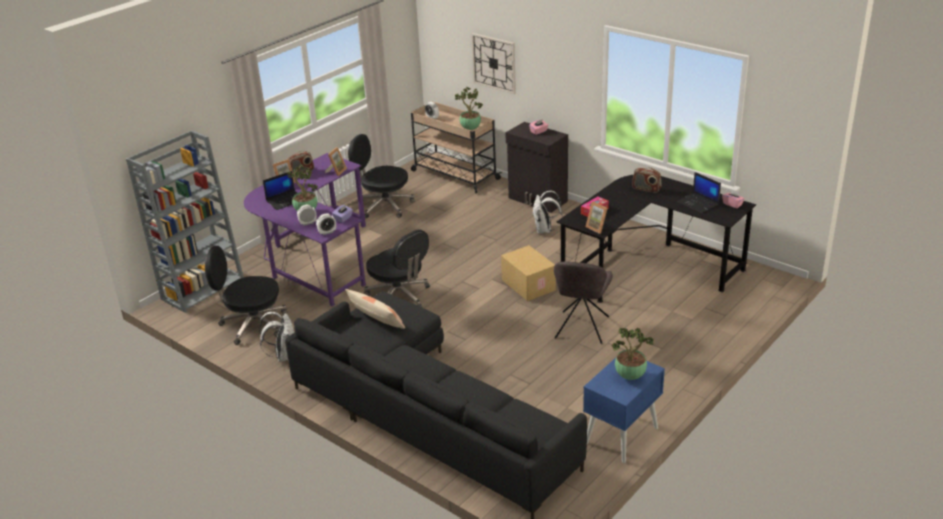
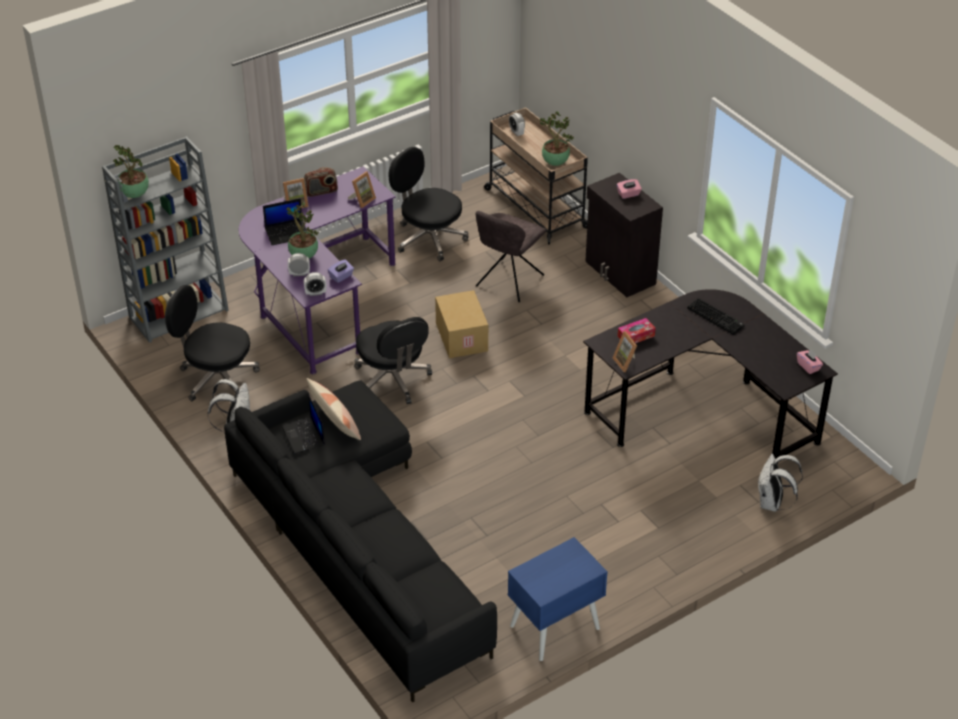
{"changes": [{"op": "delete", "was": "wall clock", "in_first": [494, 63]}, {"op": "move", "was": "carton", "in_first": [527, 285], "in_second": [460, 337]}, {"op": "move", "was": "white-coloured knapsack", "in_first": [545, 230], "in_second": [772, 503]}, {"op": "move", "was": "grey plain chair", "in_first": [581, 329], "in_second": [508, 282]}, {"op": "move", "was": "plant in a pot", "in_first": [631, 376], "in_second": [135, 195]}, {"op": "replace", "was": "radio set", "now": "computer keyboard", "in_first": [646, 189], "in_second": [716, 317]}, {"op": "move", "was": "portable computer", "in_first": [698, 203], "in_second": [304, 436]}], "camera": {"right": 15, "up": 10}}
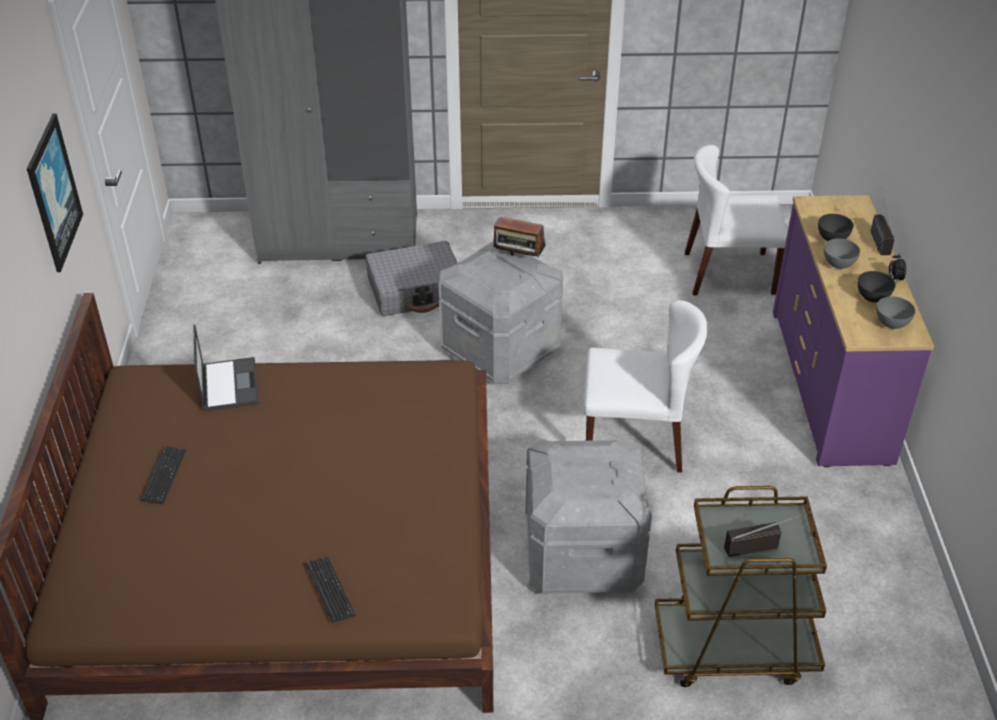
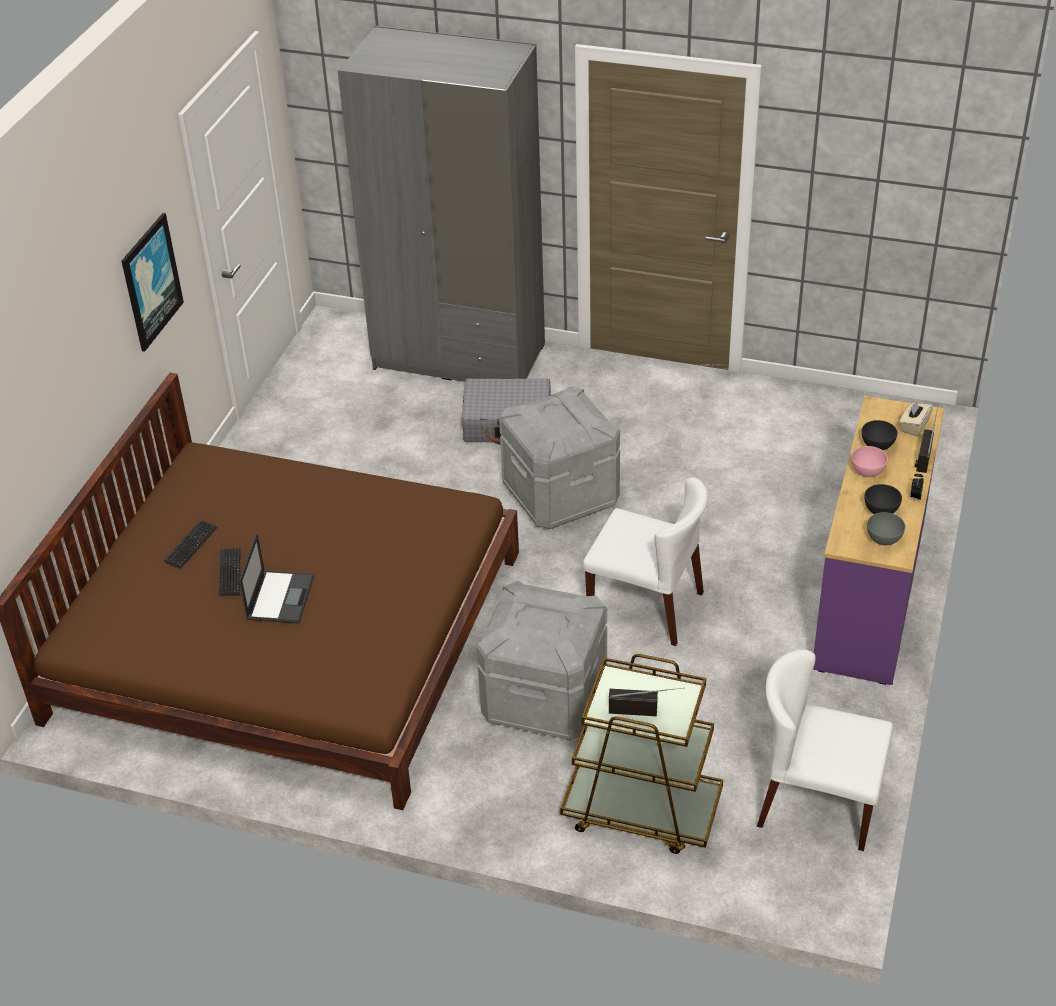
{"changes": [{"op": "move", "was": "portable computer", "in_first": [229, 384], "in_second": [280, 597]}, {"op": "move", "was": "computer keyboard", "in_first": [330, 590], "in_second": [230, 573]}, {"op": "delete", "was": "radio set", "in_first": [518, 259]}, {"op": "move", "was": "white-coloured plain chair", "in_first": [728, 273], "in_second": [817, 804]}, {"op": "recolor", "was": "grey serving bowl", "now": "pink serving bowl", "in_first": [838, 264], "in_second": [867, 472]}, {"op": "insert", "now": "beige tissue box", "in_second": [914, 426]}], "camera": {"right": 20, "up": 0}}
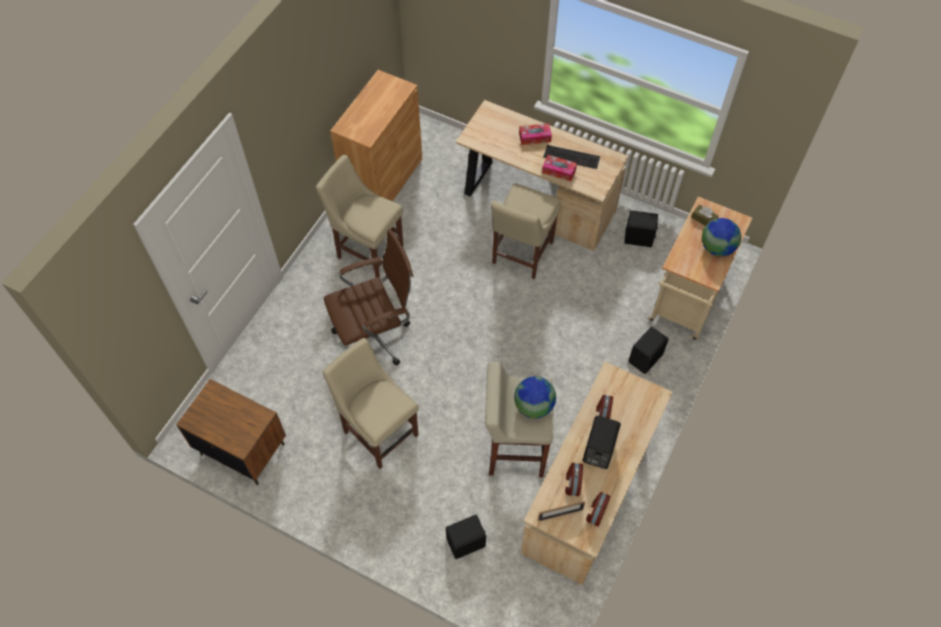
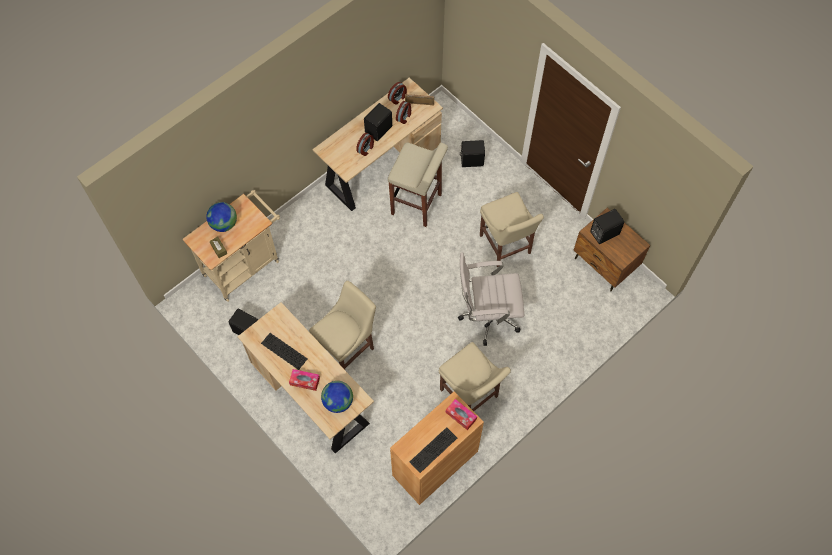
{"changes": [{"op": "recolor", "was": "brown-coloured computer chair", "now": "white-coloured computer chair", "in_first": [376, 337], "in_second": [487, 316]}, {"op": "move", "was": "desk globe", "in_first": [533, 406], "in_second": [338, 401]}, {"op": "move", "was": "tissue box", "in_first": [559, 171], "in_second": [461, 416]}, {"op": "move", "was": "black-coloured loudspeaker", "in_first": [646, 359], "in_second": [603, 233]}, {"op": "insert", "now": "computer keyboard", "in_second": [433, 451]}], "camera": {"right": -160, "up": 5}}
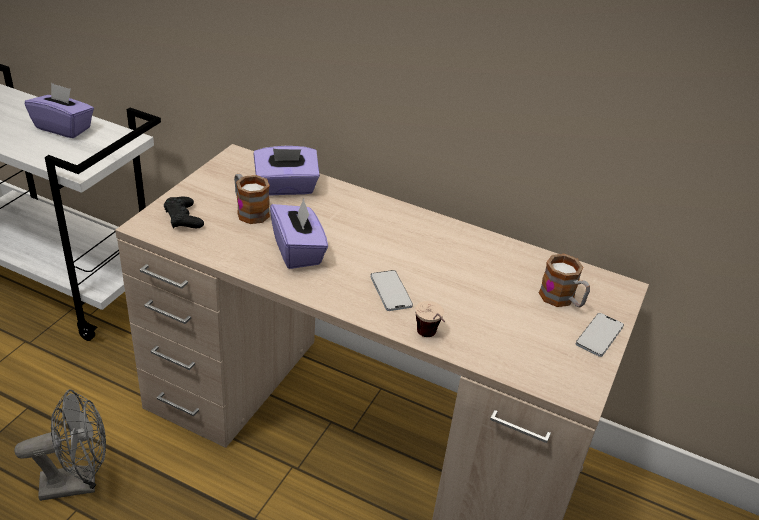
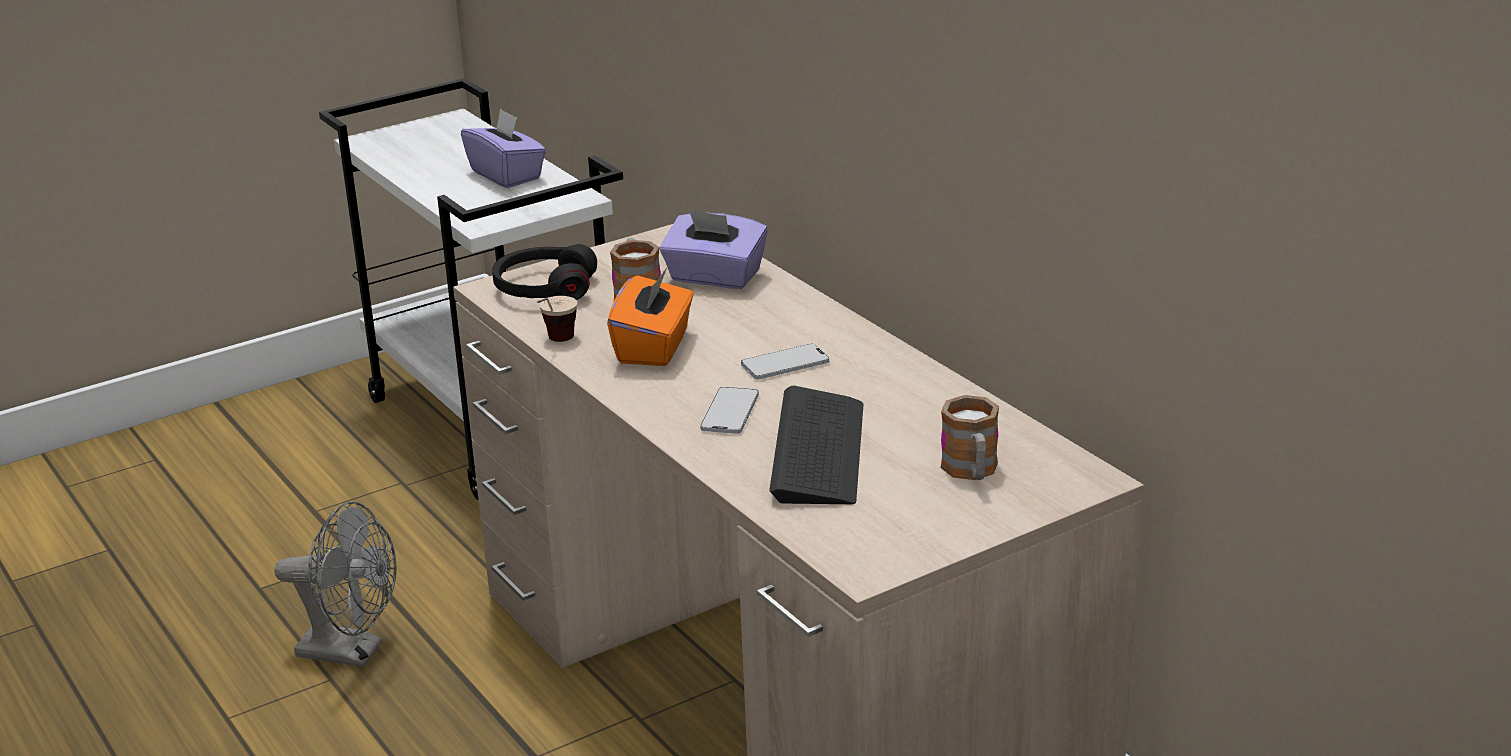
{"changes": [{"op": "replace", "was": "black-coloured game controller", "now": "black-coloured headphones", "in_first": [183, 218], "in_second": [545, 288]}, {"op": "recolor", "was": "purple-coloured tissue box", "now": "orange-coloured tissue box", "in_first": [298, 251], "in_second": [654, 347]}, {"op": "move", "was": "small cup", "in_first": [430, 339], "in_second": [555, 344]}, {"op": "move", "was": "handset", "in_first": [599, 335], "in_second": [785, 364]}, {"op": "insert", "now": "computer keyboard", "in_second": [818, 450]}], "camera": {"right": 35, "up": -10}}
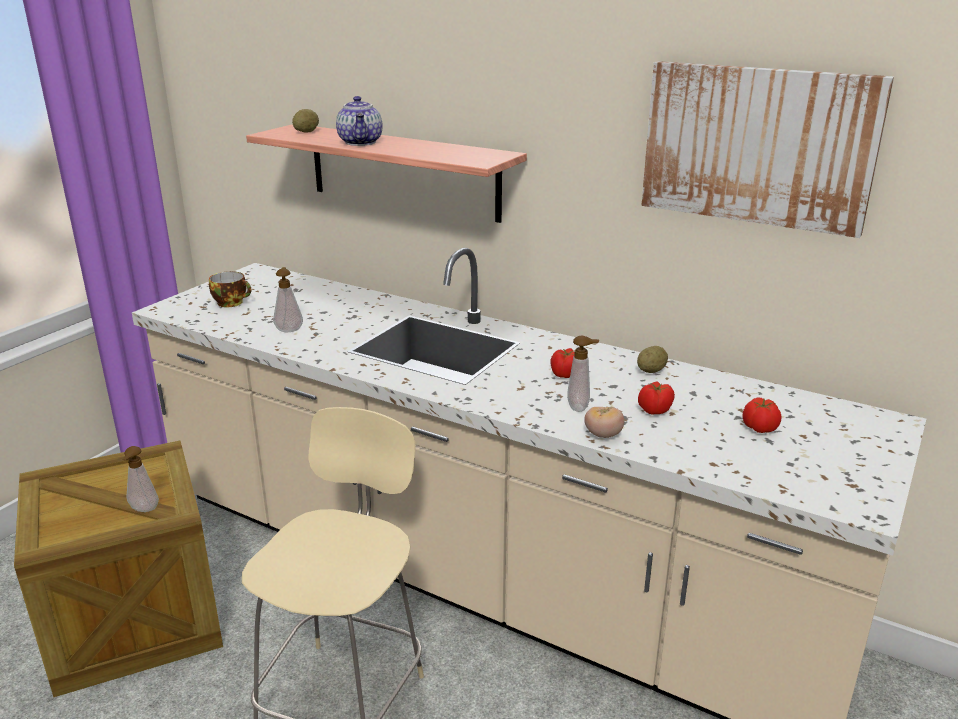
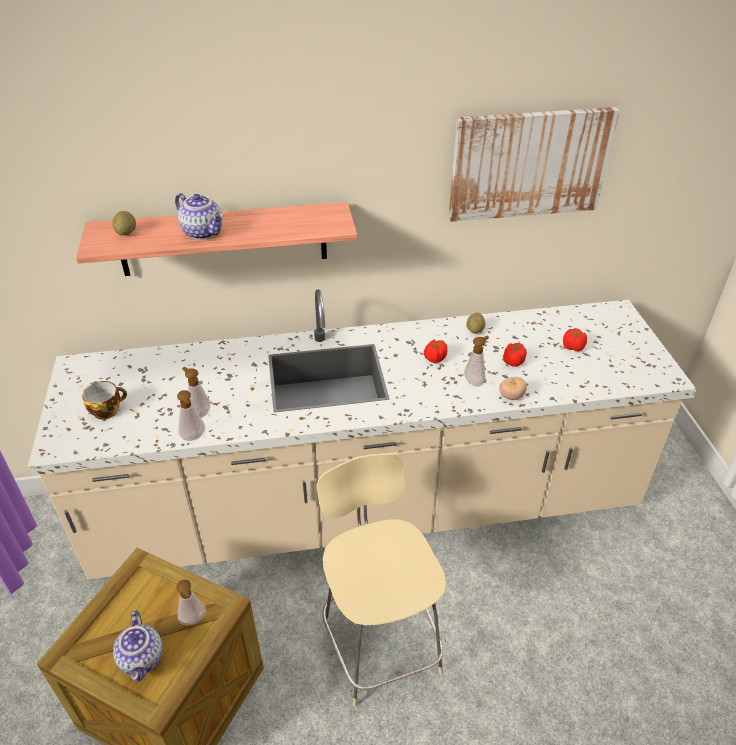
{"changes": [{"op": "insert", "now": "pot for tea", "in_second": [143, 659]}, {"op": "insert", "now": "liquid soap bottle", "in_second": [194, 438]}], "camera": {"right": -40, "up": 15}}
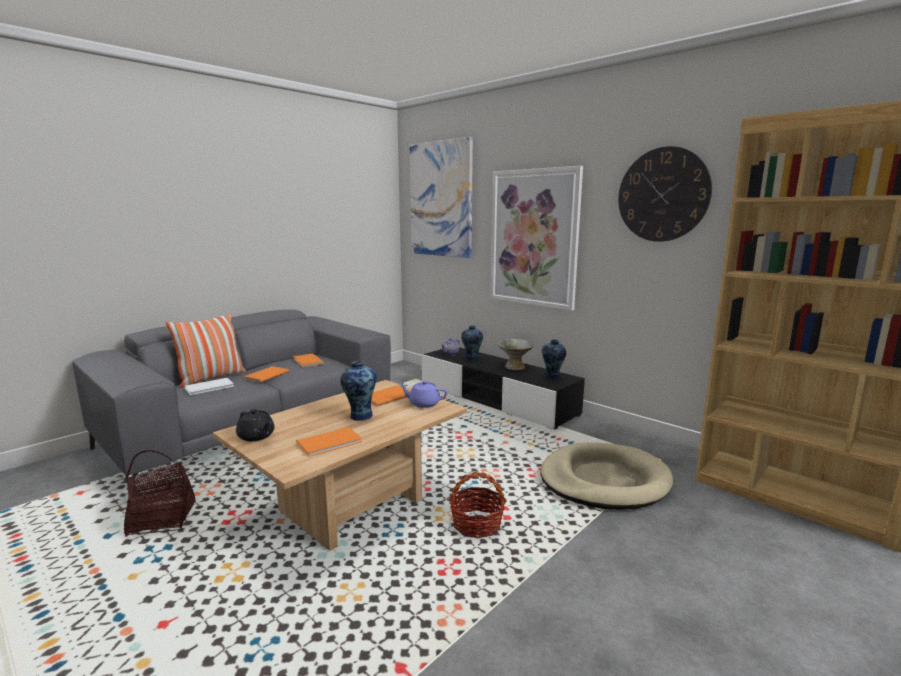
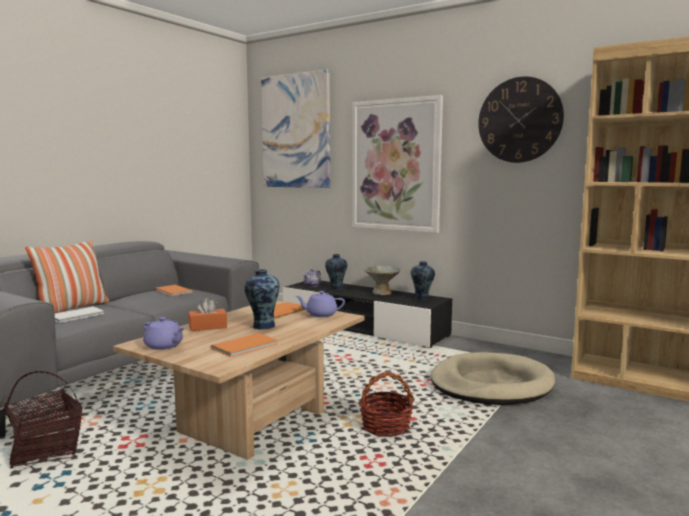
{"changes": [{"op": "recolor", "was": "black-coloured pot for tea", "now": "purple-coloured pot for tea", "in_first": [256, 436], "in_second": [164, 346]}, {"op": "delete", "was": "orange-coloured bound book", "in_first": [265, 375]}, {"op": "insert", "now": "orange-coloured tissue box", "in_second": [208, 327]}], "camera": {"right": -10, "up": -5}}
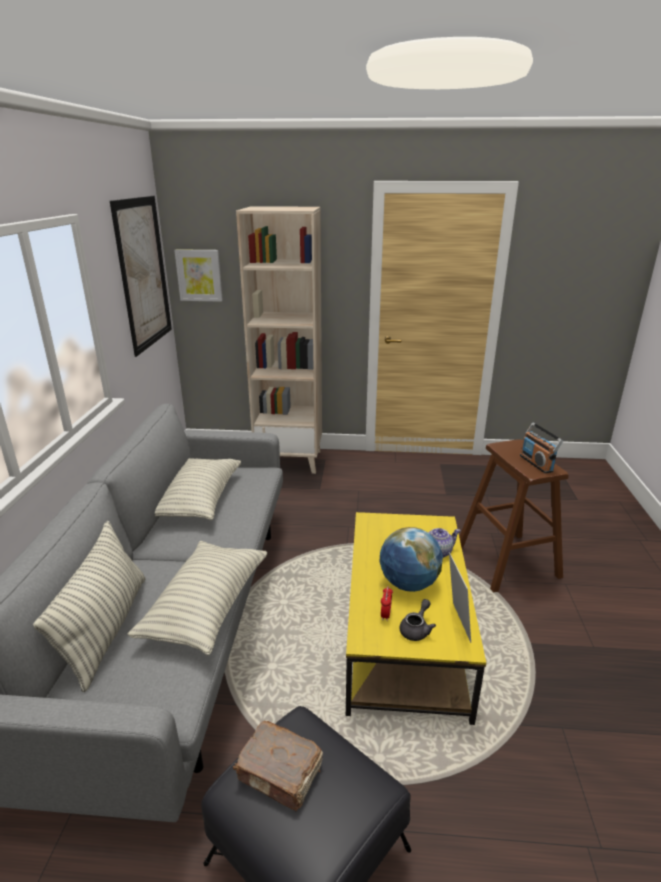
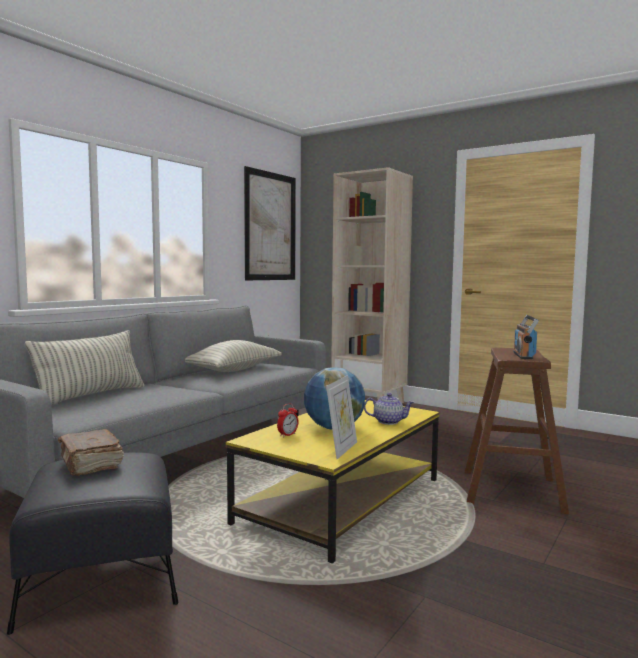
{"changes": [{"op": "delete", "was": "throw pillow", "in_first": [206, 607]}, {"op": "delete", "was": "wall art", "in_first": [199, 275]}, {"op": "delete", "was": "grey pot for tea", "in_first": [416, 629]}], "camera": {"right": 30, "up": -20}}
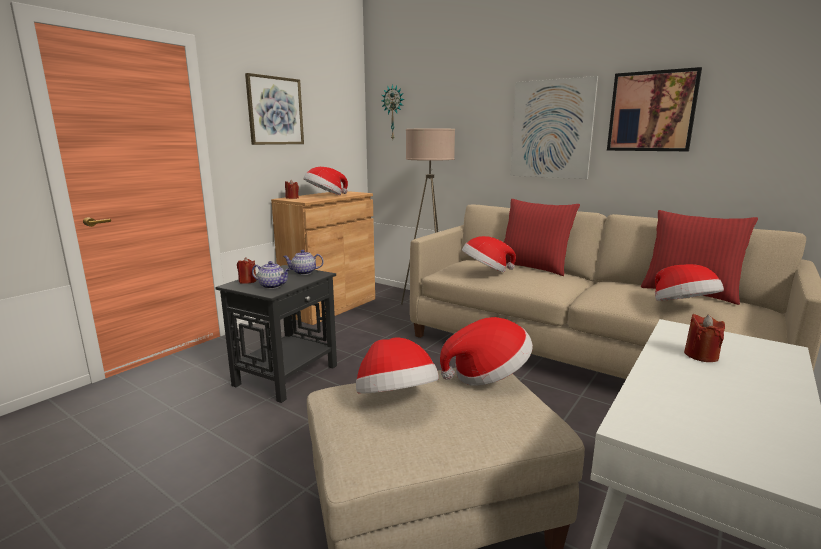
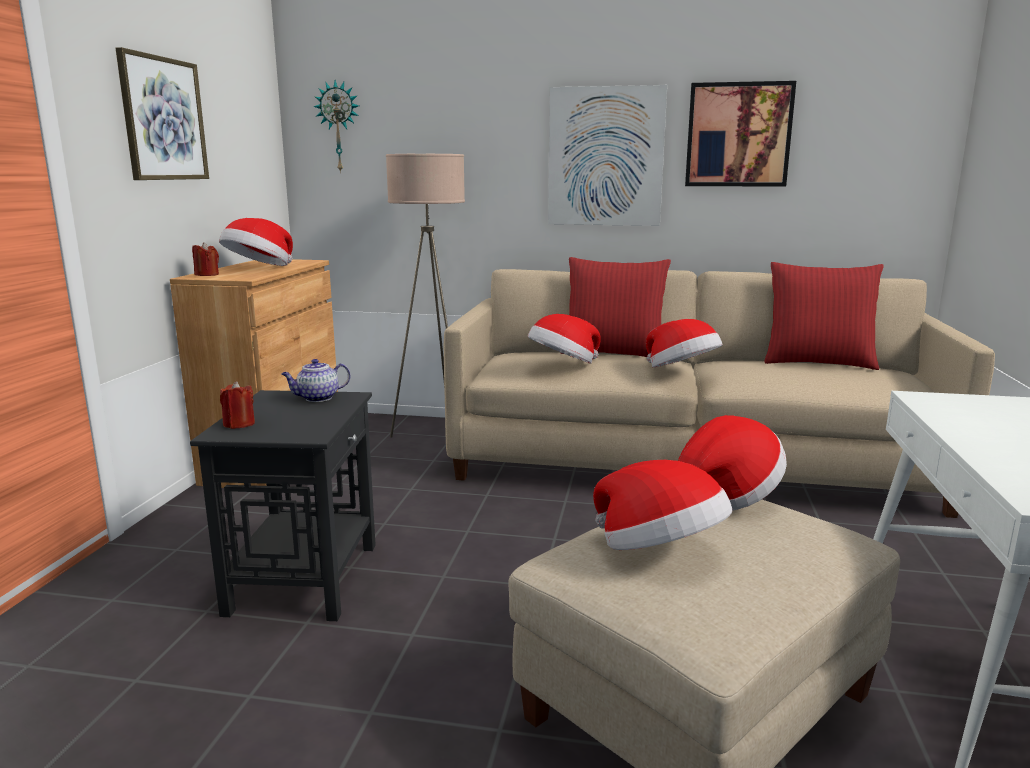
{"changes": [{"op": "delete", "was": "pot for tea", "in_first": [273, 286]}, {"op": "move", "was": "wearable hat", "in_first": [683, 307], "in_second": [681, 371]}, {"op": "delete", "was": "red wax light", "in_first": [701, 355]}], "camera": {"right": -25, "up": 0}}
